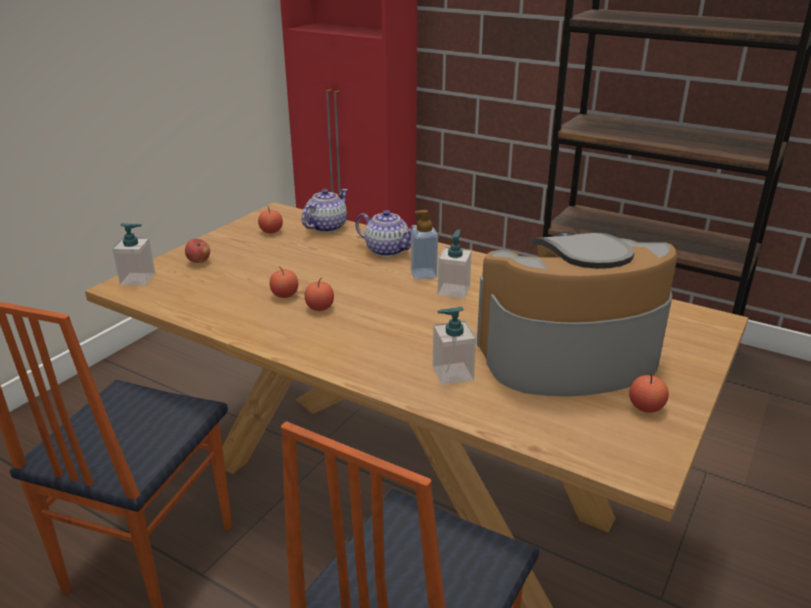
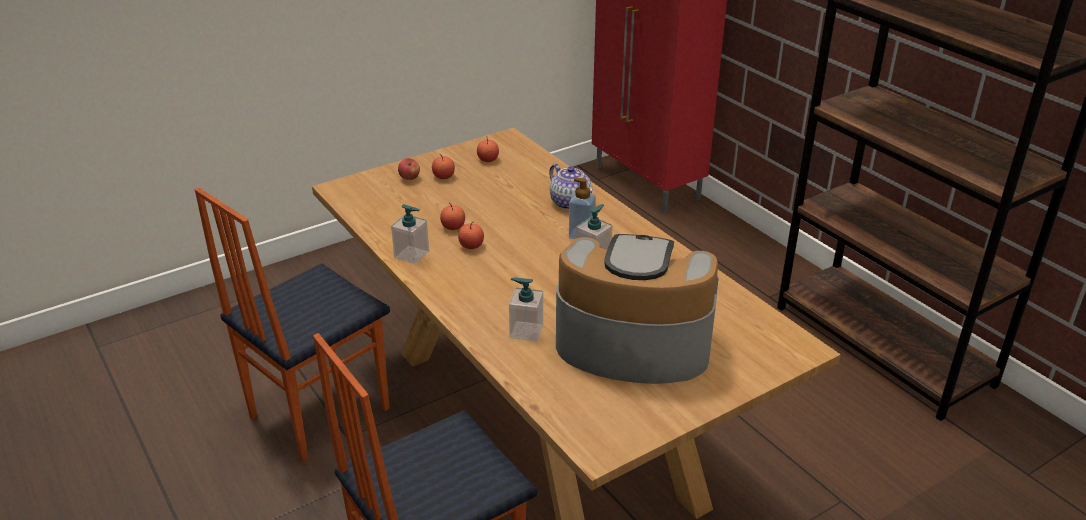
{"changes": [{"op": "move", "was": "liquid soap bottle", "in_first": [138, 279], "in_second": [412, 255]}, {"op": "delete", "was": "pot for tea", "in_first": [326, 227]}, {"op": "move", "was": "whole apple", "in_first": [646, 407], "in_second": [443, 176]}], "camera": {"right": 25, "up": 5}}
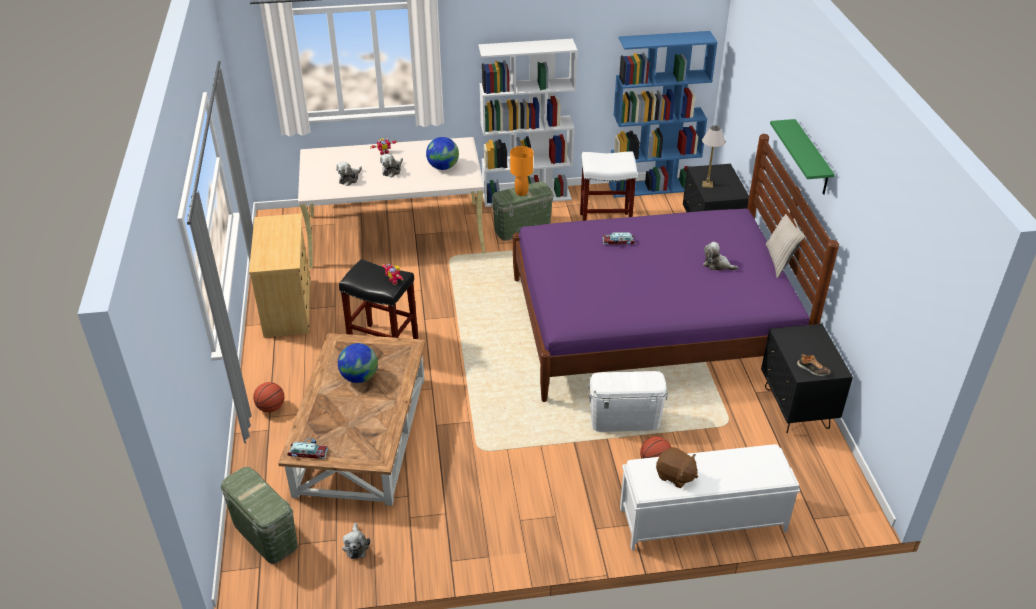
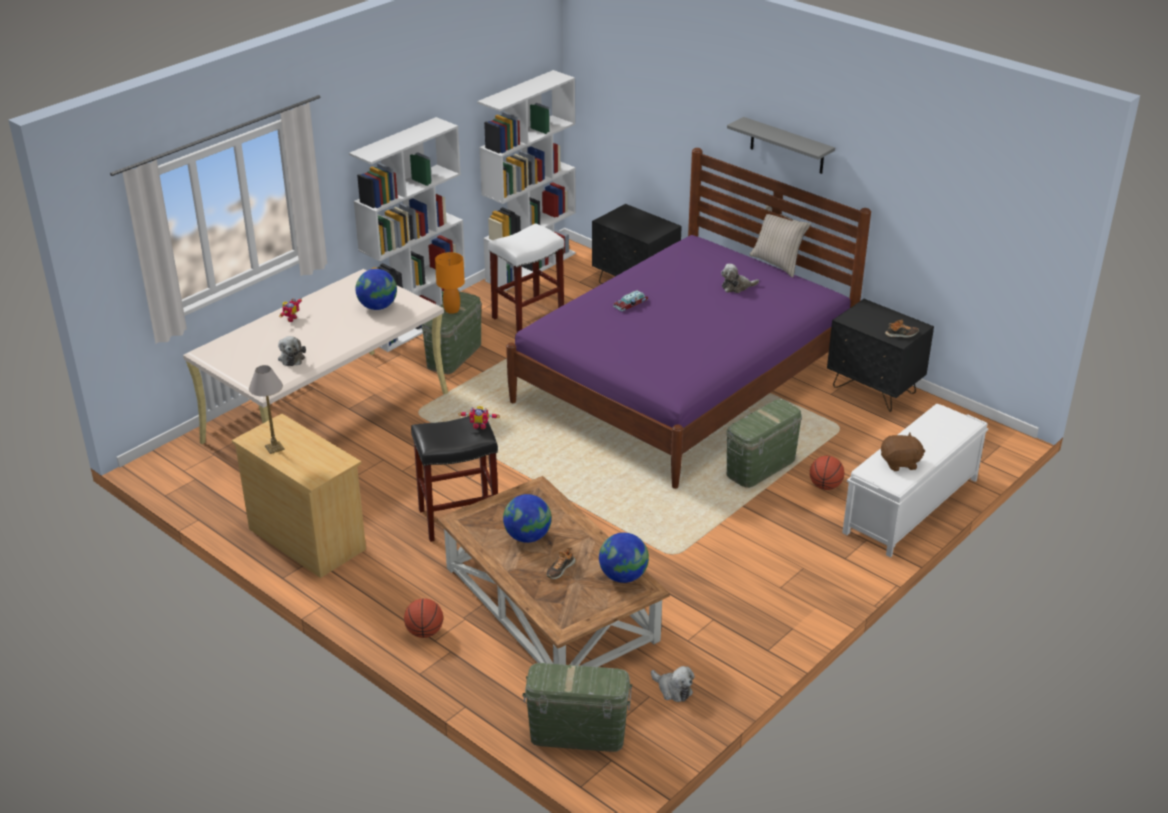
{"changes": [{"op": "delete", "was": "toy car", "in_first": [307, 452]}, {"op": "delete", "was": "cuddly toy", "in_first": [392, 170]}, {"op": "recolor", "was": "white-coloured storage container", "now": "green storage container", "in_first": [625, 420], "in_second": [760, 467]}, {"op": "recolor", "was": "bluish bookshelf", "now": "white-coloured bookshelf", "in_first": [653, 187], "in_second": [531, 266]}, {"op": "move", "was": "tabletop lamp", "in_first": [707, 184], "in_second": [274, 447]}, {"op": "recolor", "was": "green shelf", "now": "grey shelf", "in_first": [811, 158], "in_second": [787, 146]}, {"op": "insert", "now": "shoe", "in_second": [560, 569]}, {"op": "insert", "now": "desk globe", "in_second": [623, 576]}], "camera": {"right": -40, "up": -5}}
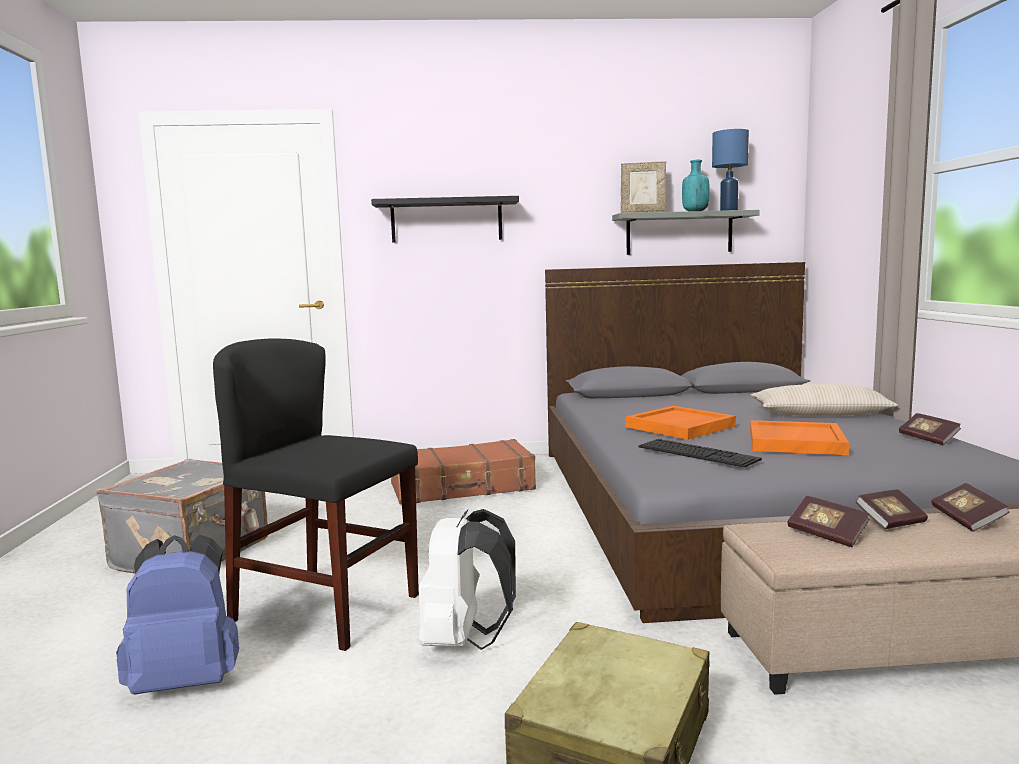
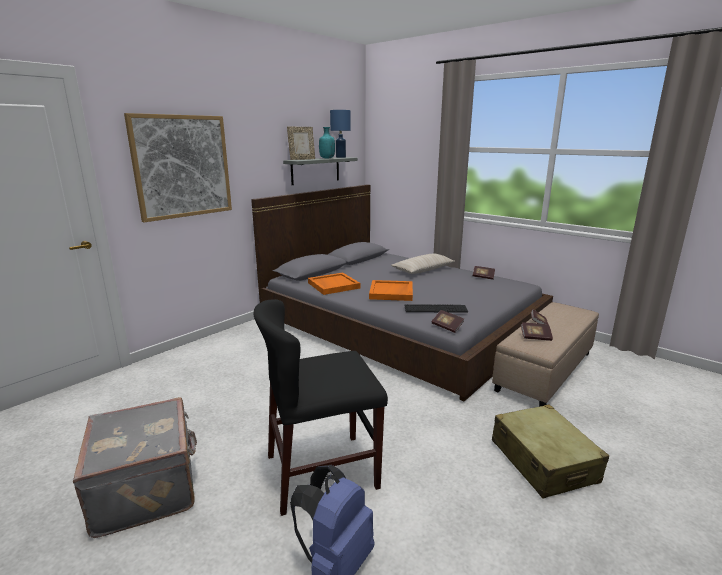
{"changes": [{"op": "replace", "was": "black-coloured shelf", "now": "wall art", "in_first": [446, 220], "in_second": [182, 166]}, {"op": "delete", "was": "brown-coloured piece of luggage", "in_first": [462, 487]}, {"op": "delete", "was": "white-coloured knapsack", "in_first": [464, 641]}, {"op": "move", "was": "orange-coloured tray", "in_first": [794, 442], "in_second": [333, 285]}, {"op": "move", "was": "bound book", "in_first": [967, 520], "in_second": [447, 327]}], "camera": {"right": -45, "up": 10}}
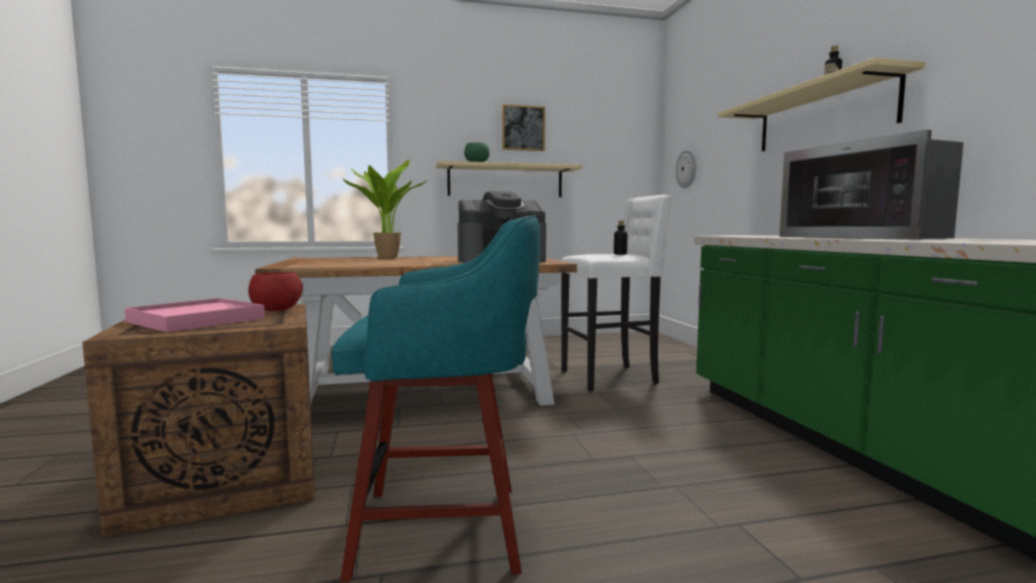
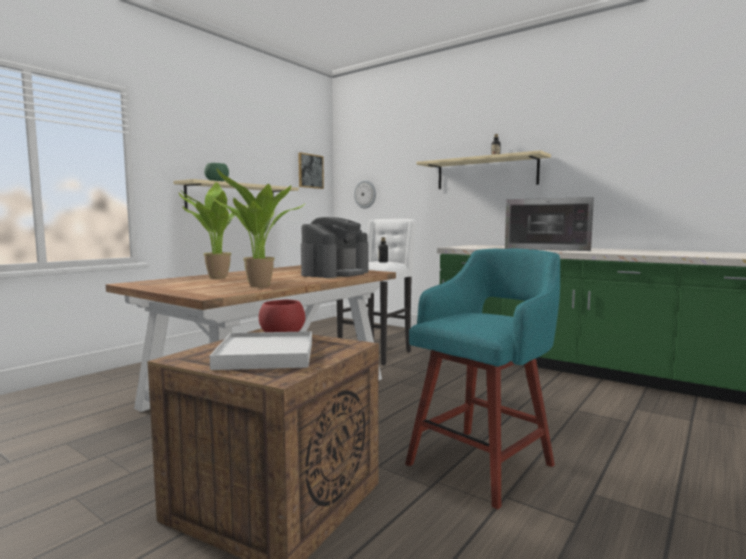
{"changes": [{"op": "recolor", "was": "pink tray", "now": "white-coloured tray", "in_first": [196, 320], "in_second": [265, 355]}, {"op": "move", "was": "wall art", "in_first": [523, 128], "in_second": [310, 171]}, {"op": "insert", "now": "plant in a pot", "in_second": [260, 286]}], "camera": {"right": -40, "up": 0}}
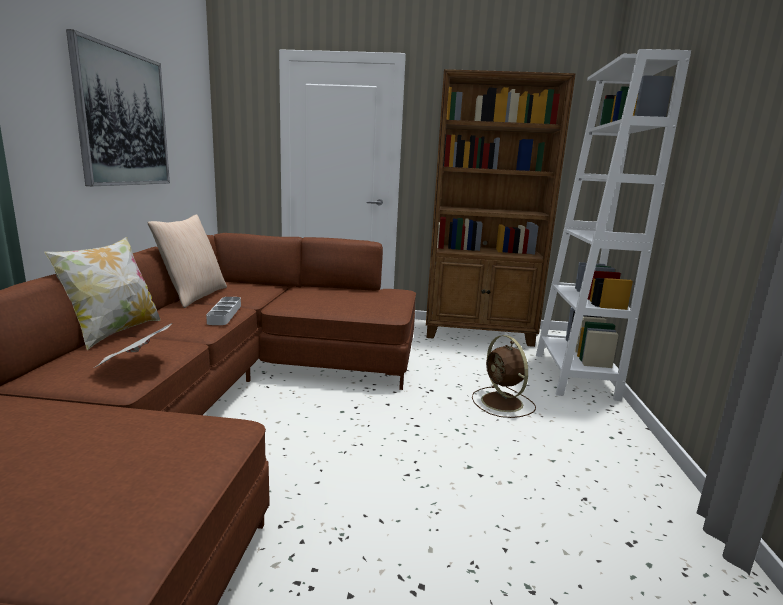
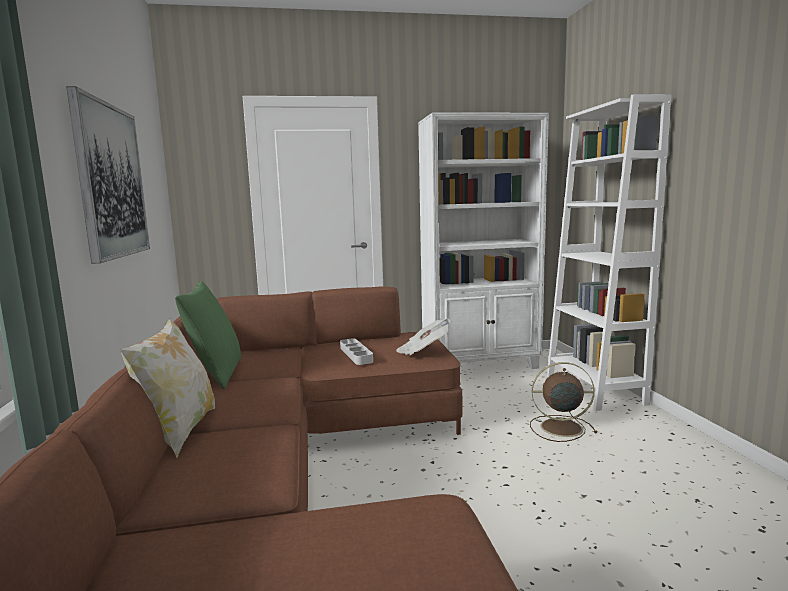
{"changes": [{"op": "move", "was": "newspaper", "in_first": [133, 366], "in_second": [423, 351]}, {"op": "recolor", "was": "beige throw pillow", "now": "green throw pillow", "in_first": [194, 296], "in_second": [216, 373]}, {"op": "move", "was": "grey tray", "in_first": [225, 314], "in_second": [356, 355]}, {"op": "recolor", "was": "brown-coloured bookshelf", "now": "white-coloured bookshelf", "in_first": [479, 334], "in_second": [481, 365]}, {"op": "rotate", "was": "brown-coloured fan", "in_first": [503, 403], "in_second": [559, 428], "clockwise": 135}], "camera": {"right": -15, "up": -5}}
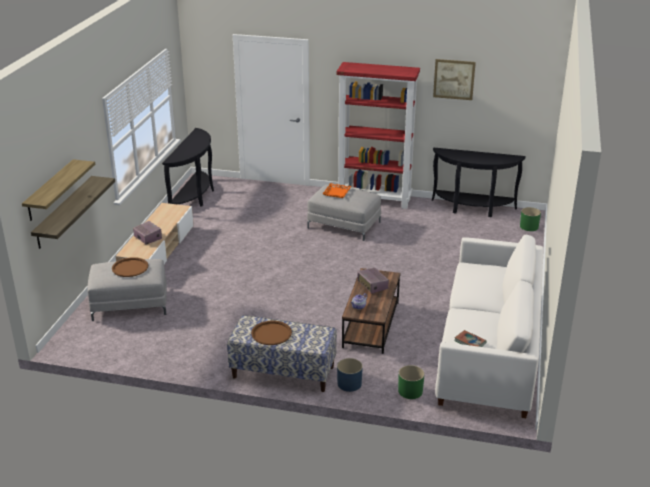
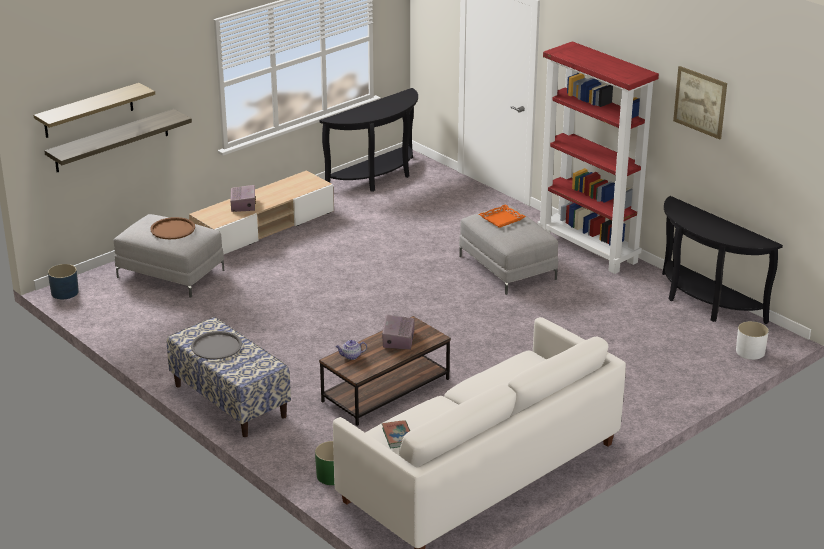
{"changes": [{"op": "recolor", "was": "brown-coloured tray", "now": "grey tray", "in_first": [271, 333], "in_second": [216, 346]}, {"op": "move", "was": "bluish flower pot", "in_first": [349, 384], "in_second": [64, 292]}, {"op": "recolor", "was": "green flower pot", "now": "white-coloured flower pot", "in_first": [529, 227], "in_second": [750, 352]}], "camera": {"right": 35, "up": 0}}
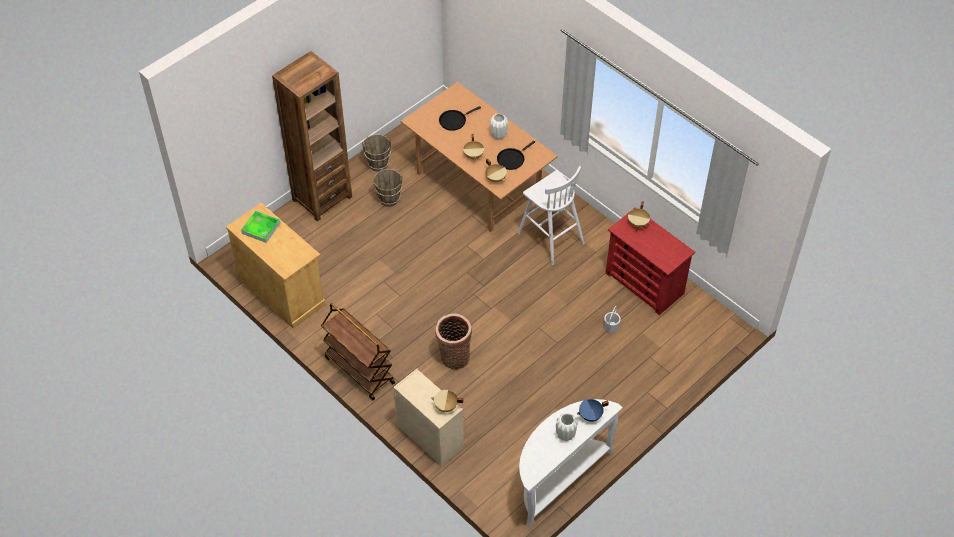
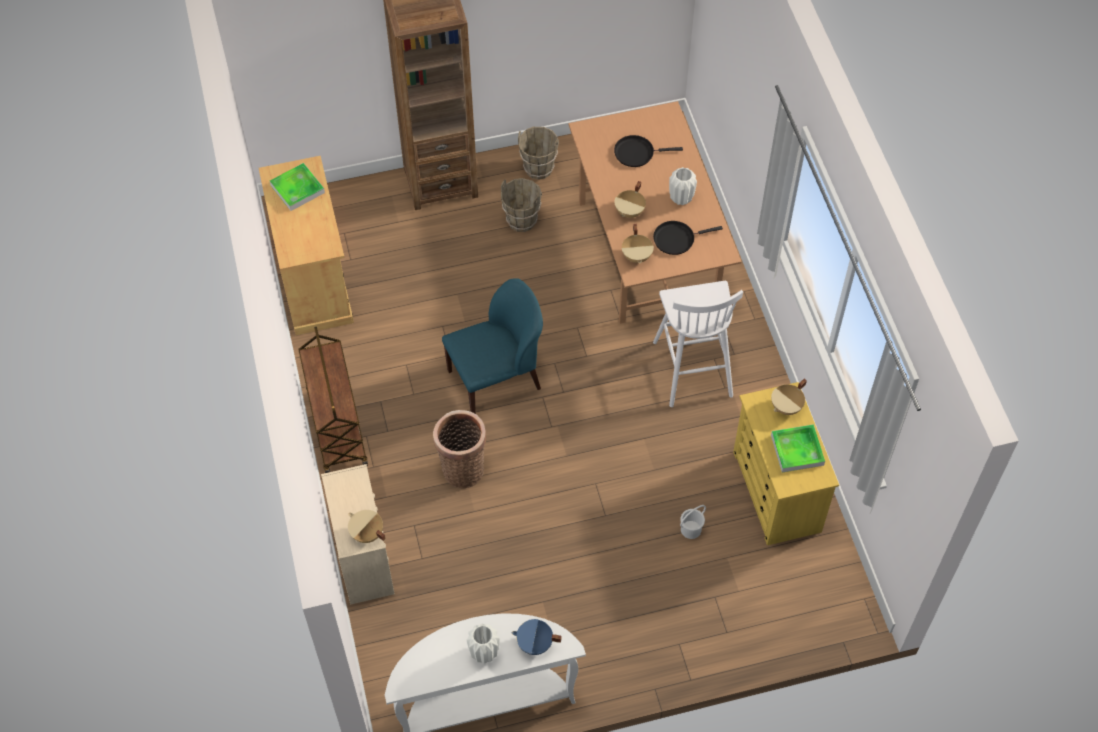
{"changes": [{"op": "recolor", "was": "red dresser", "now": "yellow-coloured dresser", "in_first": [644, 284], "in_second": [776, 492]}, {"op": "insert", "now": "bluish plain chair", "in_second": [496, 379]}, {"op": "insert", "now": "tray", "in_second": [797, 450]}], "camera": {"right": 30, "up": 5}}
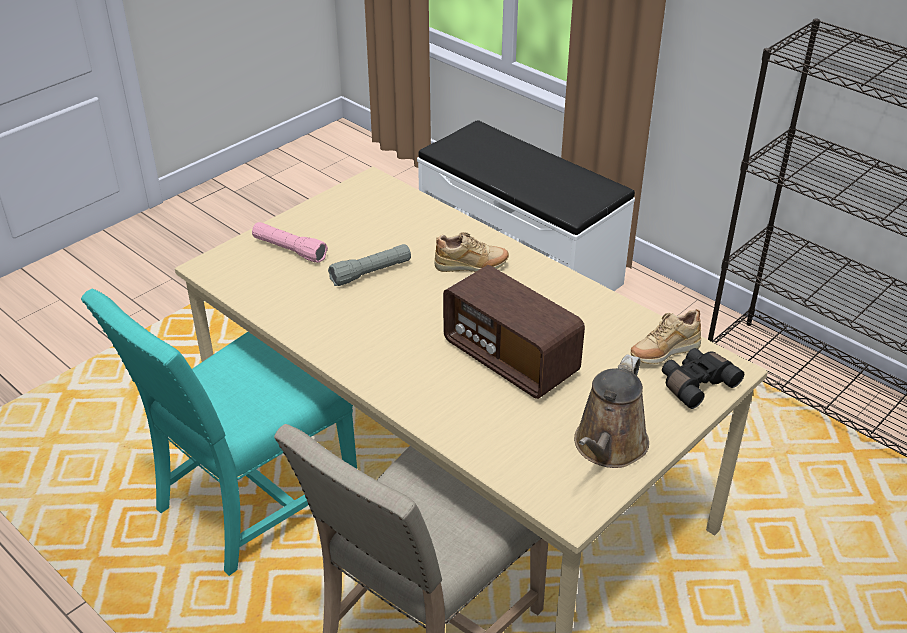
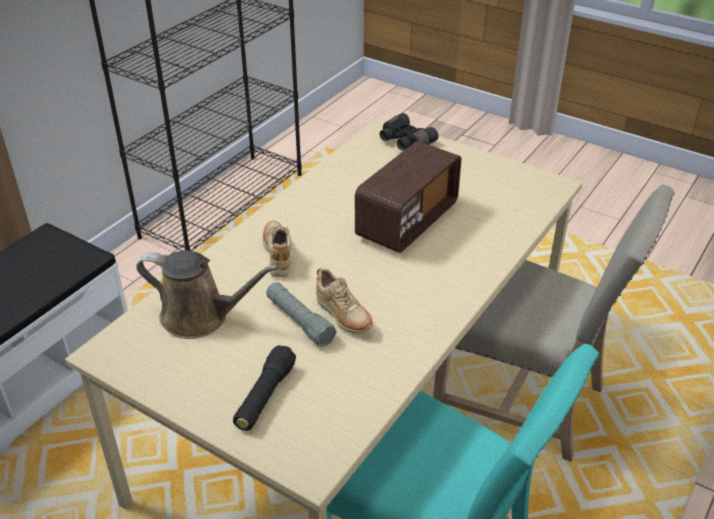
{"changes": [{"op": "recolor", "was": "pink hand torch", "now": "black-coloured hand torch", "in_first": [289, 250], "in_second": [265, 396]}, {"op": "move", "was": "brown-coloured watering pot", "in_first": [608, 447], "in_second": [201, 317]}, {"op": "move", "was": "beige shoe", "in_first": [663, 353], "in_second": [343, 317]}], "camera": {"right": -100, "up": 0}}
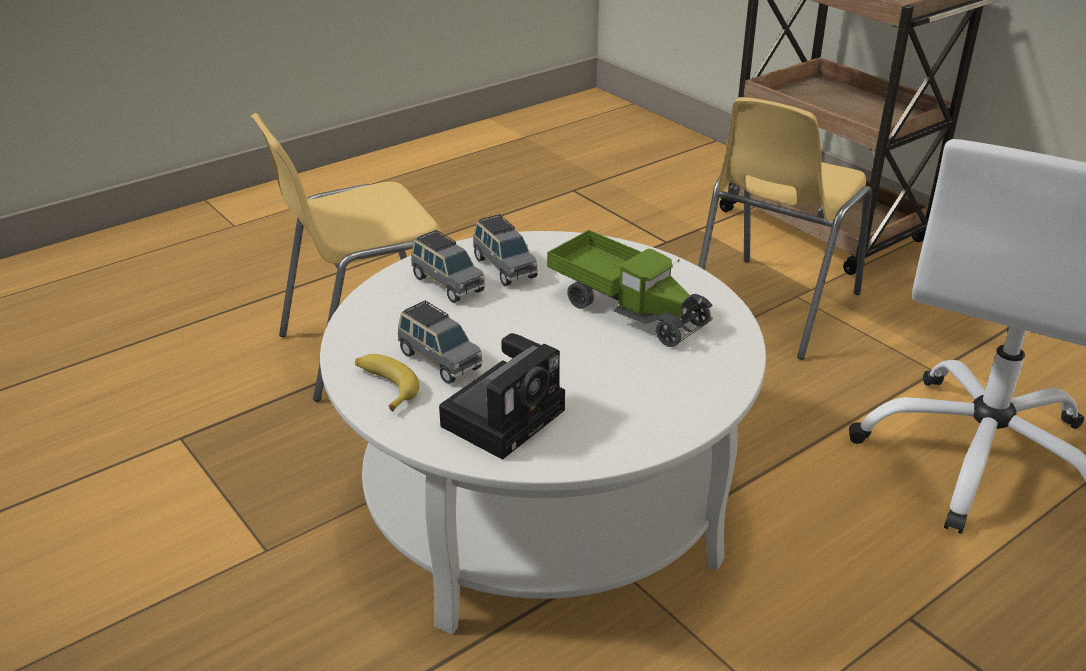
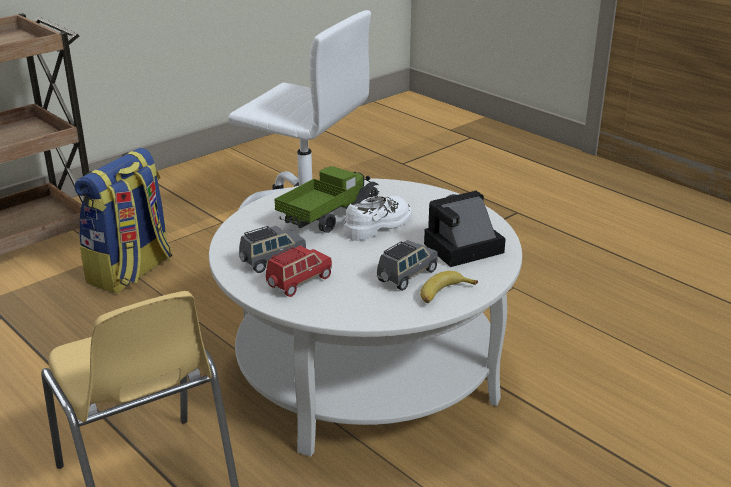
{"changes": [{"op": "recolor", "was": "grey toy car", "now": "red toy car", "in_first": [447, 284], "in_second": [298, 282]}, {"op": "rotate", "was": "still camera", "in_first": [505, 415], "in_second": [461, 249], "clockwise": -60}, {"op": "replace", "was": "yellow-coloured plain chair", "now": "knapsack", "in_first": [771, 308], "in_second": [131, 272]}, {"op": "insert", "now": "white-coloured shoe", "in_second": [378, 225]}], "camera": {"right": -95, "up": -5}}
